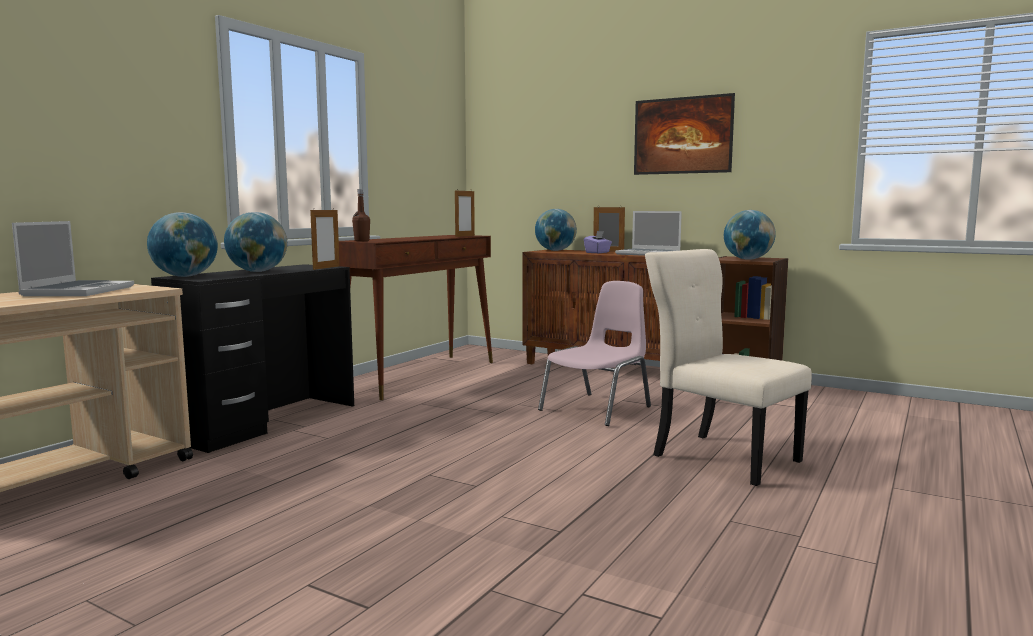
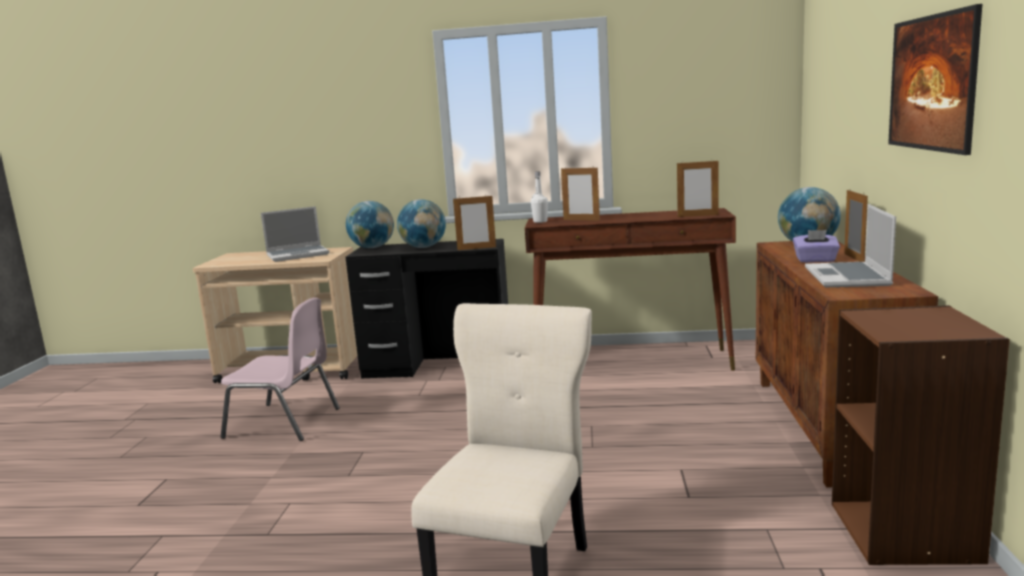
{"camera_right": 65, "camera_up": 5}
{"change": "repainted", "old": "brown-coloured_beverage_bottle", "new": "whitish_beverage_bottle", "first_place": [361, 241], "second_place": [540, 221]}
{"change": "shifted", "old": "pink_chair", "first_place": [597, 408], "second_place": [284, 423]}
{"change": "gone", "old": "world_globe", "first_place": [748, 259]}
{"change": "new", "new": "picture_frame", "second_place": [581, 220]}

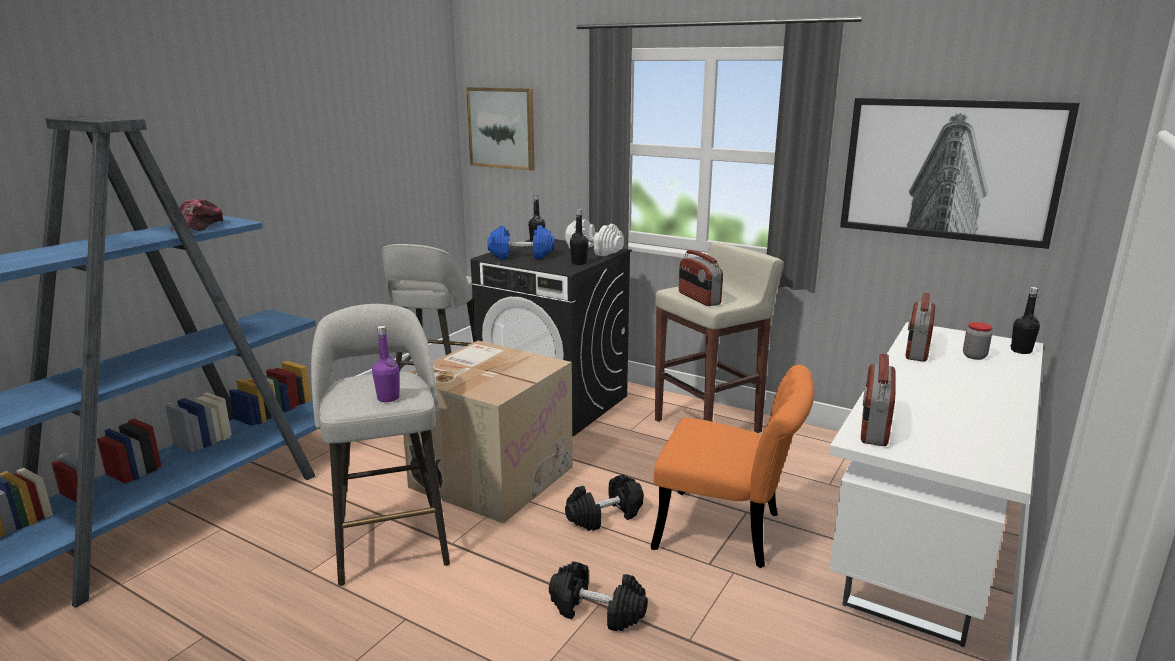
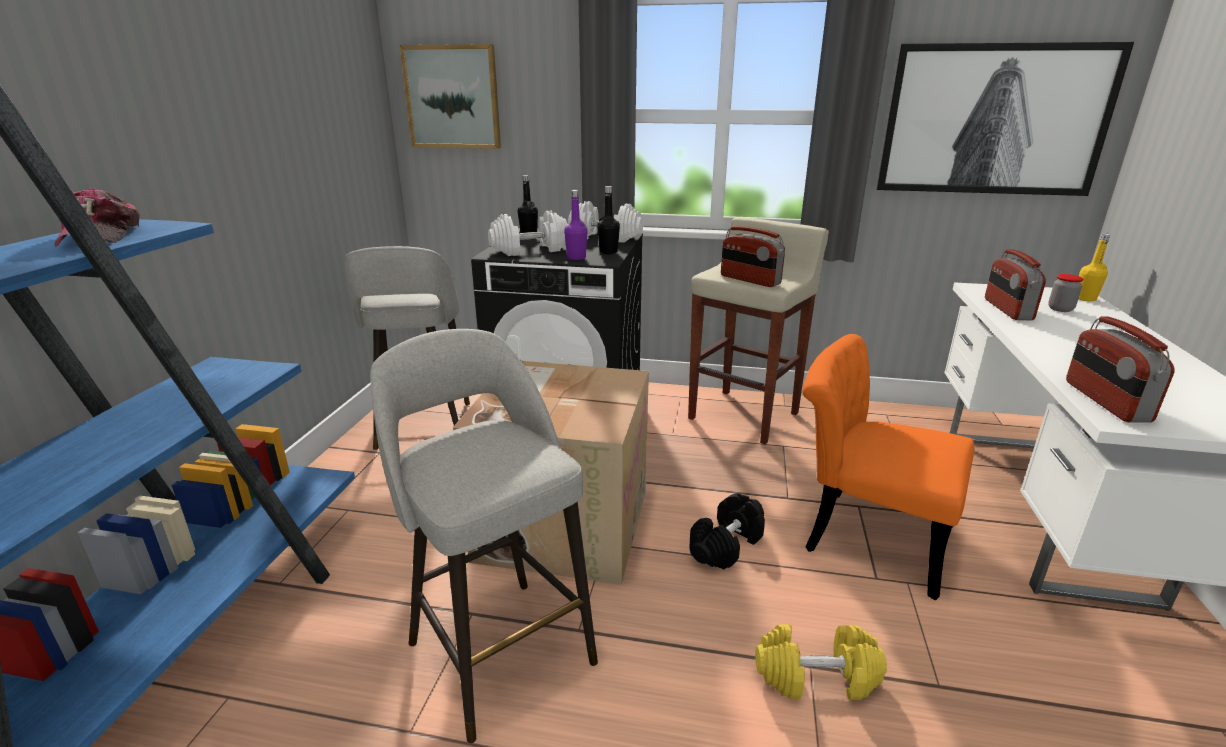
{"camera_right": -20, "camera_up": 5}
{"change": "shifted", "old": "purplish_beverage_bottle", "first_place": [388, 398], "second_place": [576, 258]}
{"change": "repainted", "old": "blue-coloured_dumbbell", "new": "whitish_dumbbell", "first_place": [521, 256], "second_place": [530, 250]}
{"change": "repainted", "old": "black_dumbbell", "new": "yellow-coloured_dumbbell", "first_place": [597, 611], "second_place": [816, 678]}
{"change": "rotated", "old": "orange-coloured_chair", "first_place": [729, 533], "second_place": [864, 534], "degrees": -150}
{"change": "repainted", "old": "black_beverage_bottle", "new": "yellow-coloured_beverage_bottle", "first_place": [1021, 351], "second_place": [1085, 298]}

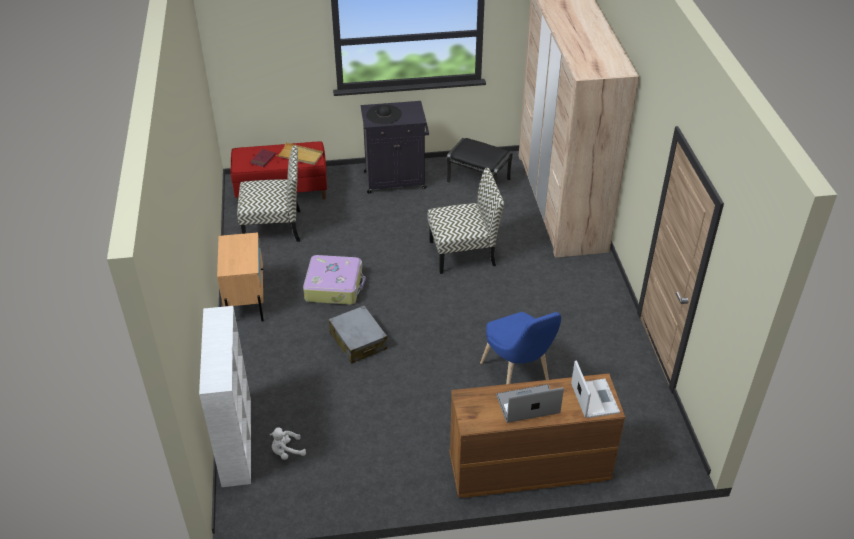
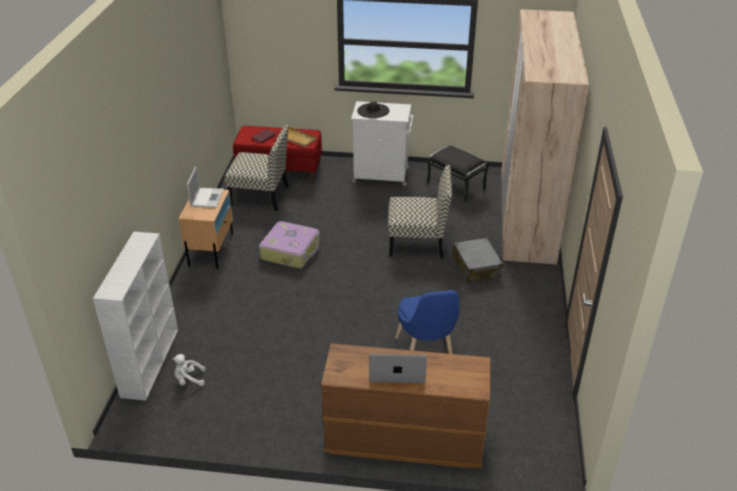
{"camera_right": 15, "camera_up": -5}
{"change": "shifted", "old": "gray_piece_of_luggage", "first_place": [358, 341], "second_place": [476, 266]}
{"change": "repainted", "old": "black_cupboard", "new": "whitish_cupboard", "first_place": [396, 180], "second_place": [382, 175]}
{"change": "shifted", "old": "laptop", "first_place": [594, 398], "second_place": [207, 197]}

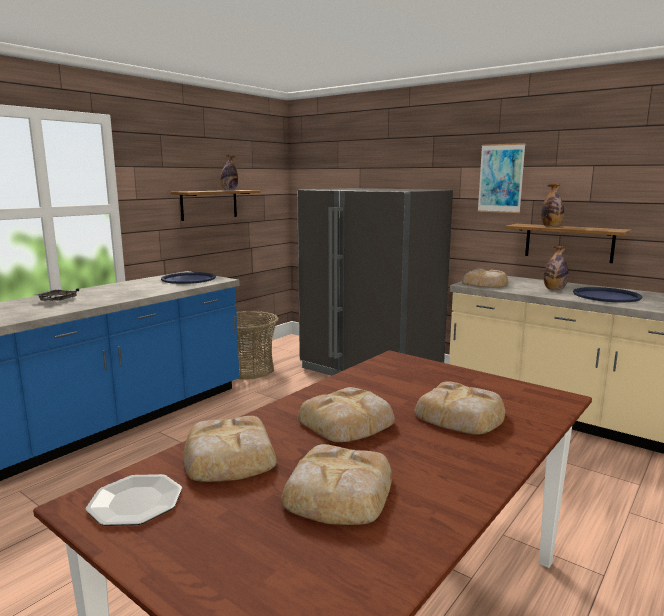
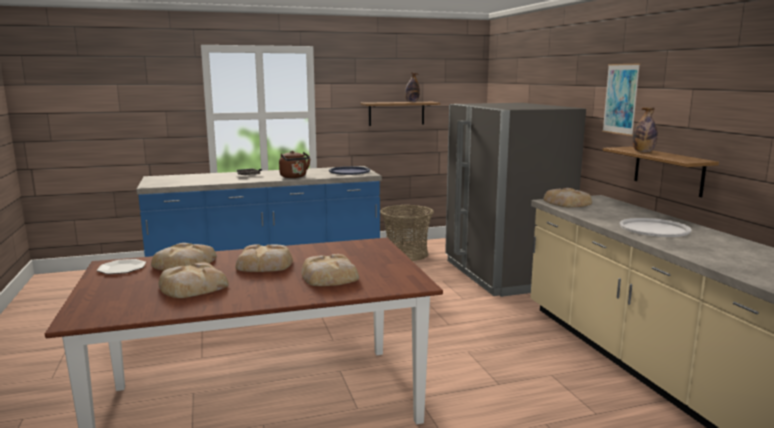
{"camera_right": 35, "camera_up": 0}
{"change": "gone", "old": "beverage_bottle", "first_place": [554, 289]}
{"change": "repainted", "old": "blue-coloured_serving_tray", "new": "whitish_serving_tray", "first_place": [606, 296], "second_place": [654, 228]}
{"change": "new", "new": "brown-coloured_water_kettle", "second_place": [294, 177]}

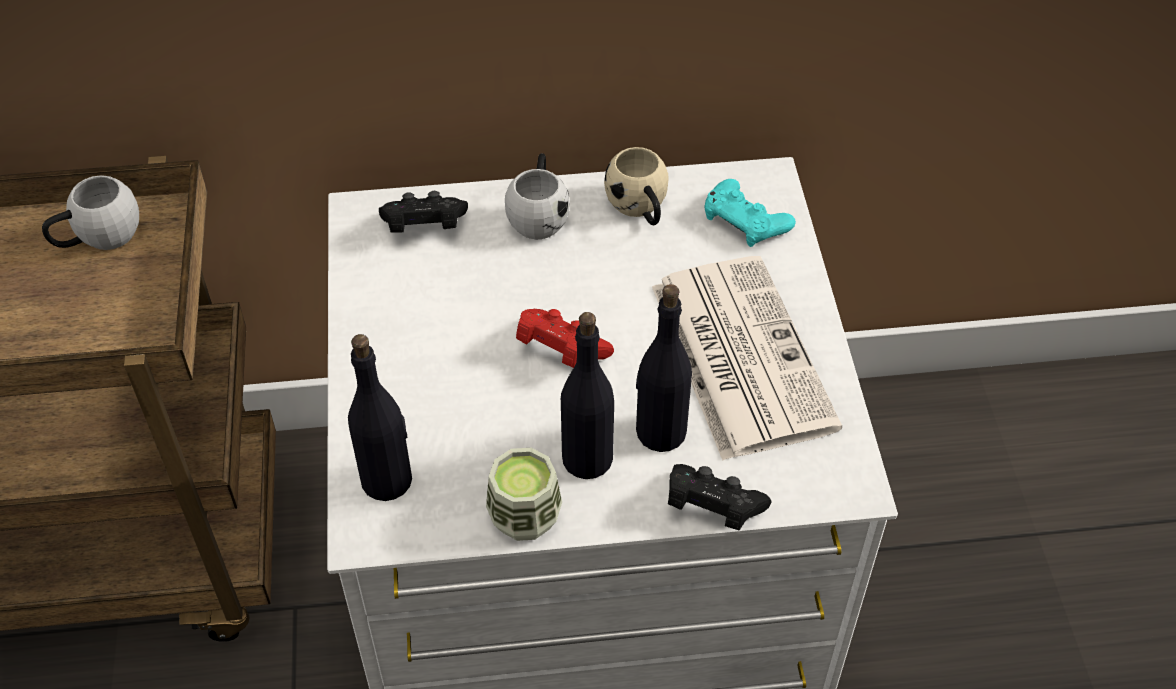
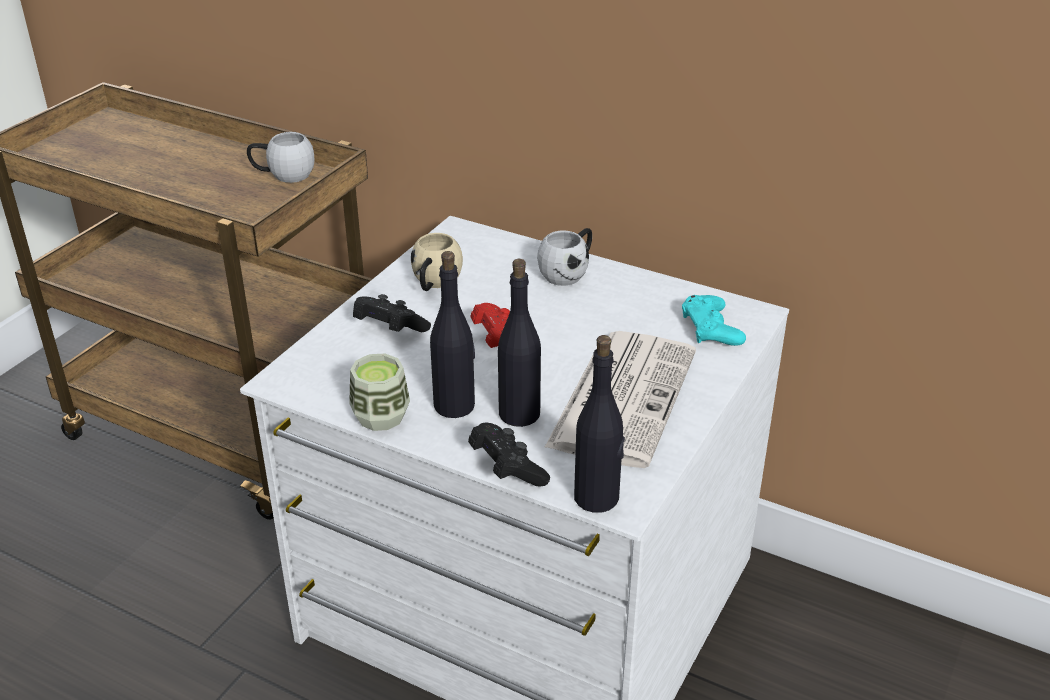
{"camera_right": 35, "camera_up": -15}
{"change": "shifted", "old": "black_beverage_bottle", "first_place": [387, 480], "second_place": [597, 498]}
{"change": "shifted", "old": "black_game_controller", "first_place": [424, 227], "second_place": [389, 329]}
{"change": "shifted", "old": "beige-coloured_tea_mug", "first_place": [640, 209], "second_place": [434, 283]}

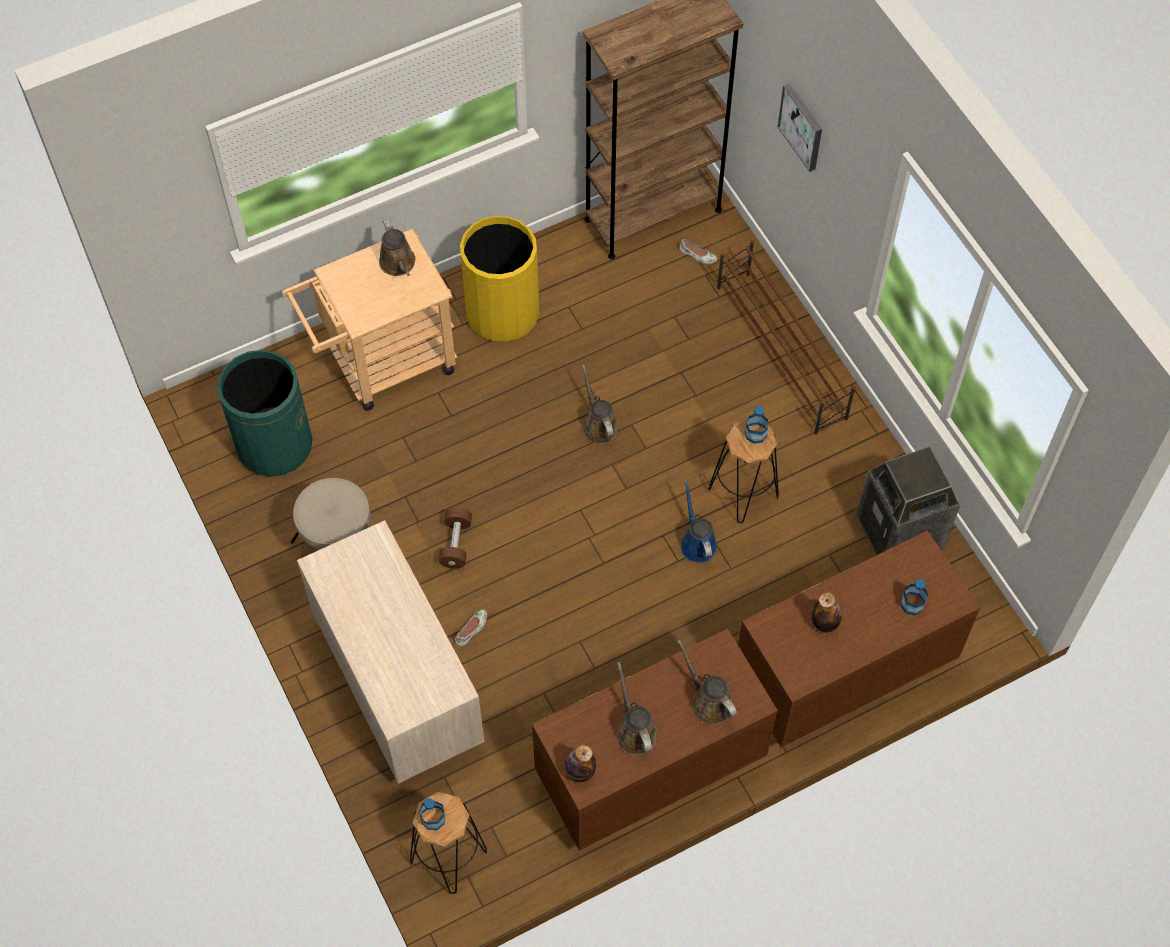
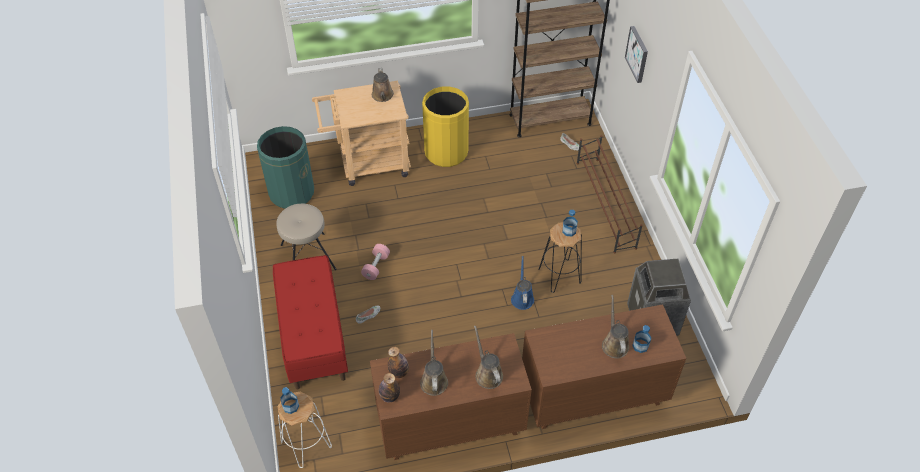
{"camera_right": 15, "camera_up": -10}
{"change": "swapped", "old": "beige-coloured_drawer_chest", "new": "red-coloured_long_seat", "first_place": [398, 685], "second_place": [313, 337]}
{"change": "repainted", "old": "black_sitting_stool", "new": "whitish_sitting_stool", "first_place": [448, 855], "second_place": [306, 444]}
{"change": "repainted", "old": "brown-coloured_dumbbell", "new": "pink_dumbbell", "first_place": [456, 544], "second_place": [376, 266]}
{"change": "shifted", "old": "brown-coloured_watering_pot", "first_place": [598, 425], "second_place": [614, 343]}
{"change": "shifted", "old": "beverage_bottle", "first_place": [825, 623], "second_place": [399, 372]}

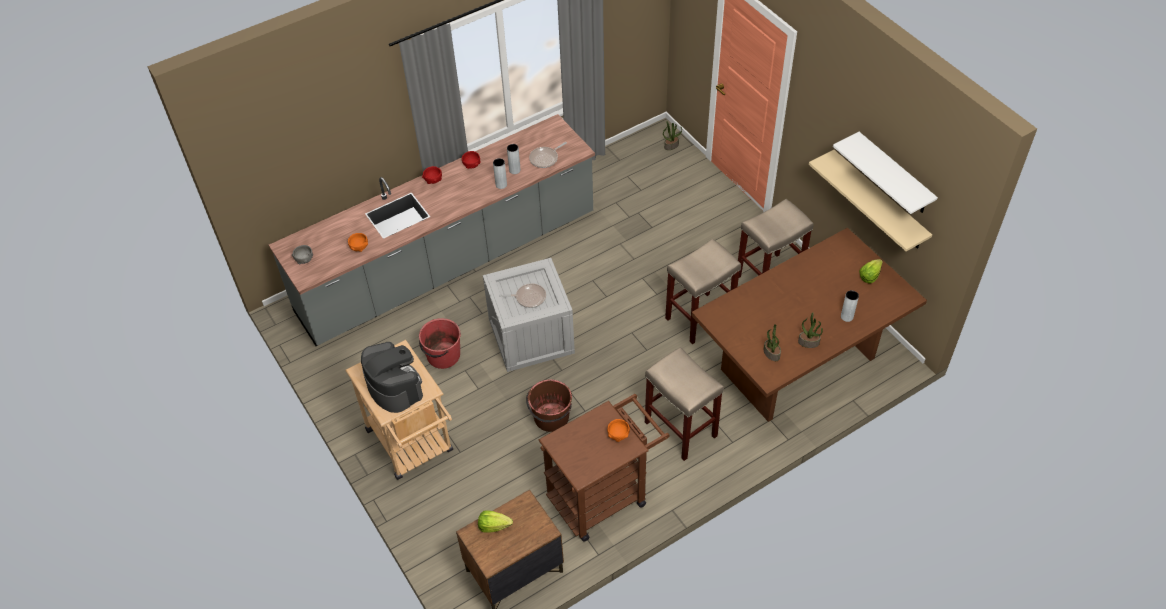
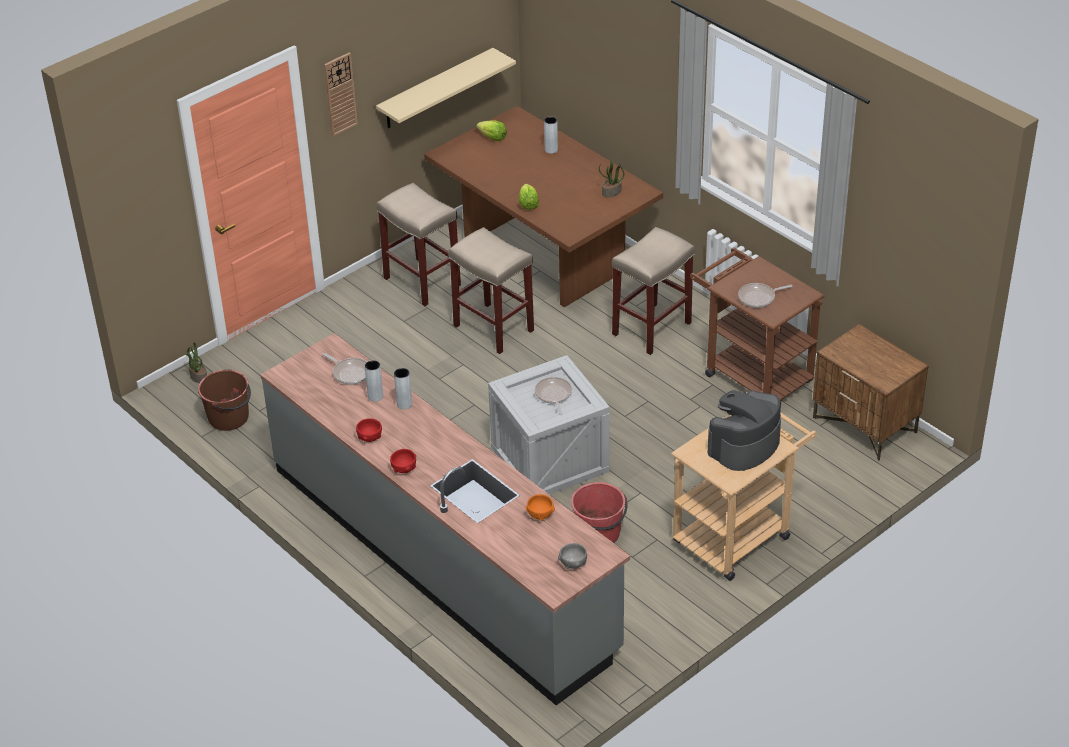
{"camera_right": -100, "camera_up": -10}
{"change": "shifted", "old": "lettuce_head", "first_place": [494, 526], "second_place": [528, 204]}
{"change": "shifted", "old": "brown-coloured_water_bucket", "first_place": [551, 418], "second_place": [229, 417]}
{"change": "gone", "old": "orange-coloured_serving_bowl", "first_place": [618, 435]}
{"change": "gone", "old": "plant_in_a_pot", "first_place": [809, 342]}
{"change": "gone", "old": "whitish_shelf", "first_place": [894, 174]}
{"change": "new", "new": "hanging_clock", "second_place": [340, 94]}
{"change": "new", "new": "pan", "second_place": [759, 298]}

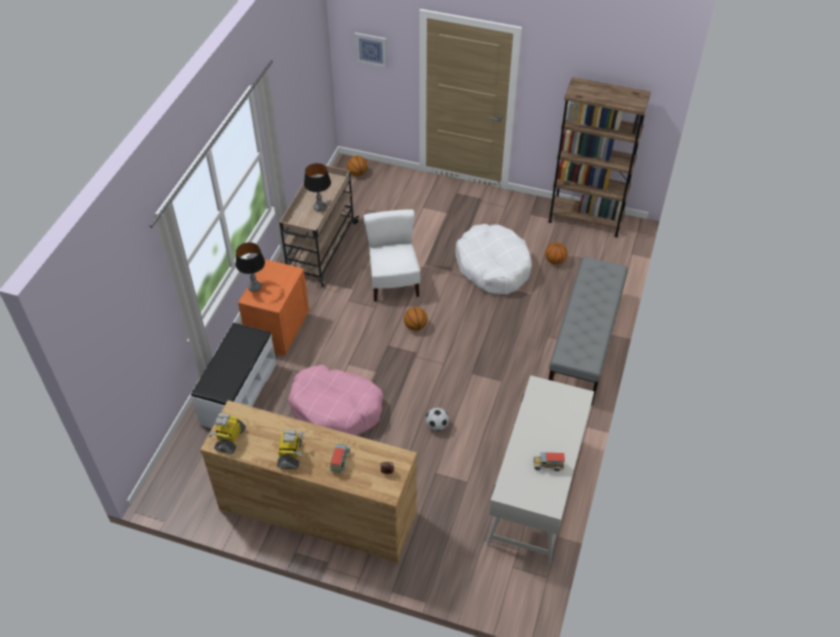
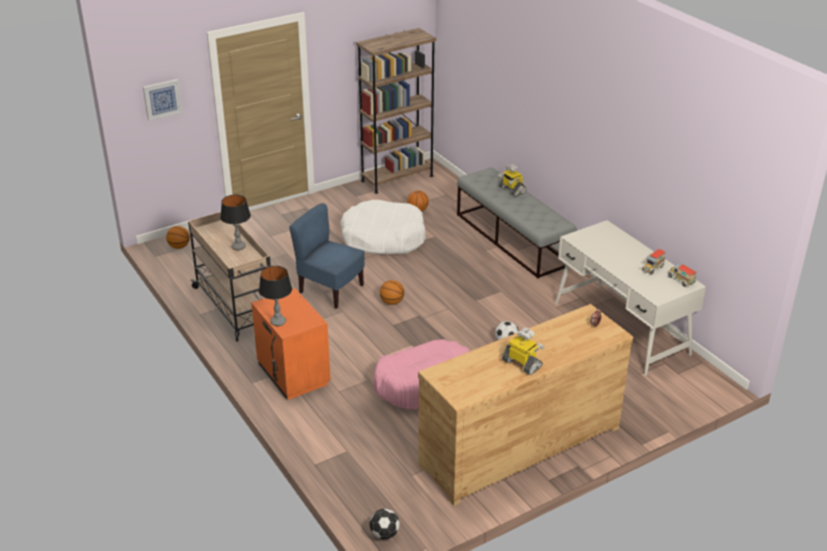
{"camera_right": -50, "camera_up": -15}
{"change": "gone", "old": "whitish_long_seat", "first_place": [238, 393]}
{"change": "shifted", "old": "robot_figure", "first_place": [230, 439], "second_place": [511, 190]}
{"change": "shifted", "old": "toy_truck", "first_place": [340, 461], "second_place": [681, 280]}
{"change": "repainted", "old": "whitish_chair", "new": "blue-coloured_chair", "first_place": [393, 283], "second_place": [330, 290]}
{"change": "new", "new": "ball_for_football", "second_place": [384, 534]}

